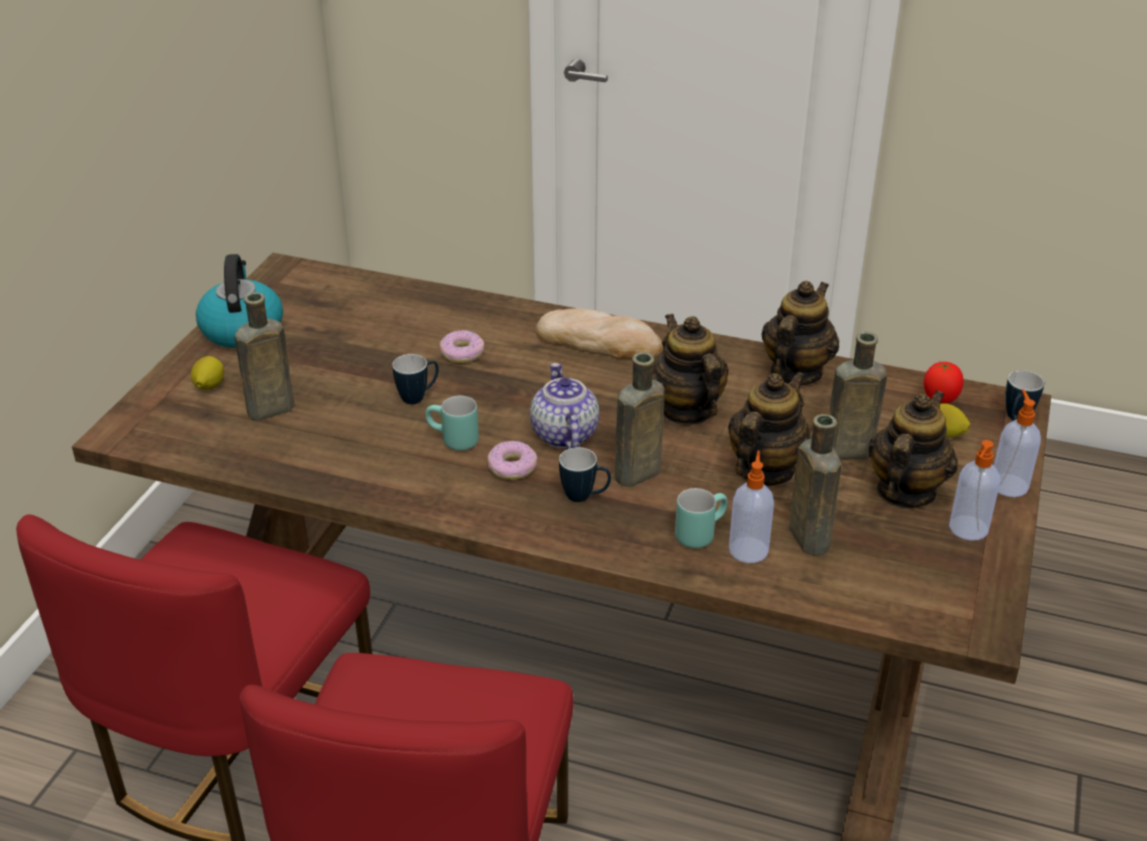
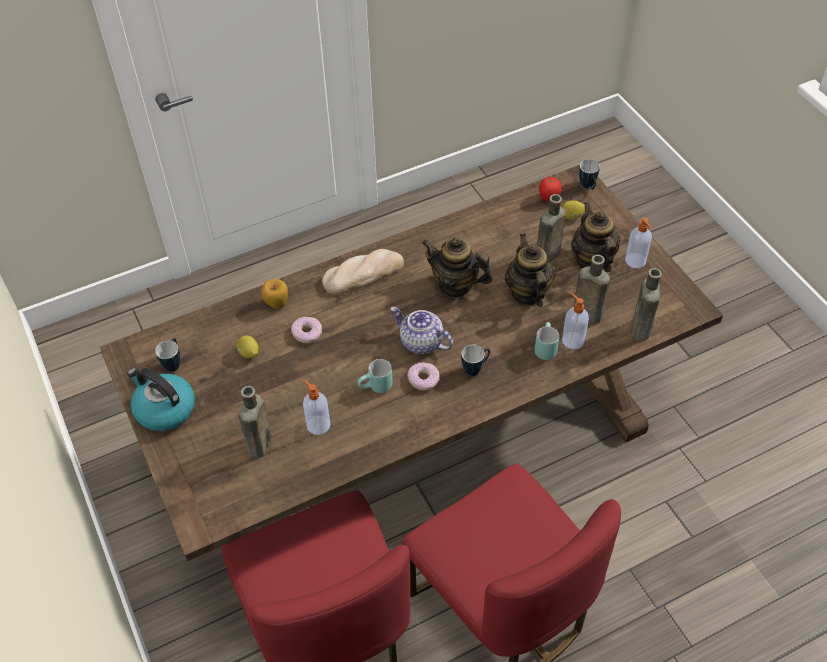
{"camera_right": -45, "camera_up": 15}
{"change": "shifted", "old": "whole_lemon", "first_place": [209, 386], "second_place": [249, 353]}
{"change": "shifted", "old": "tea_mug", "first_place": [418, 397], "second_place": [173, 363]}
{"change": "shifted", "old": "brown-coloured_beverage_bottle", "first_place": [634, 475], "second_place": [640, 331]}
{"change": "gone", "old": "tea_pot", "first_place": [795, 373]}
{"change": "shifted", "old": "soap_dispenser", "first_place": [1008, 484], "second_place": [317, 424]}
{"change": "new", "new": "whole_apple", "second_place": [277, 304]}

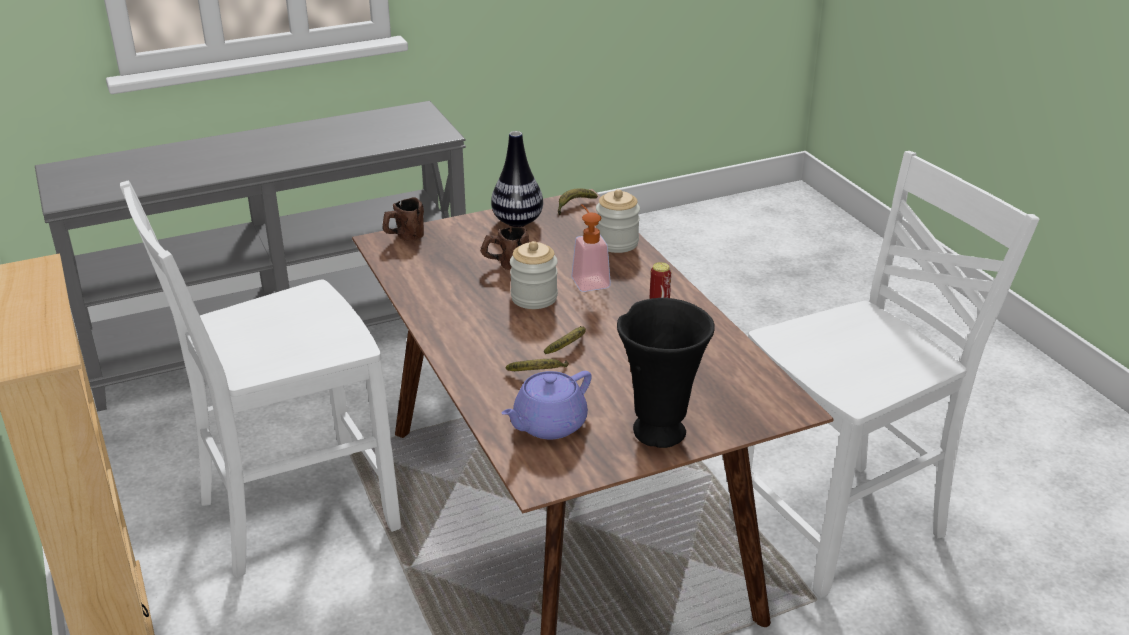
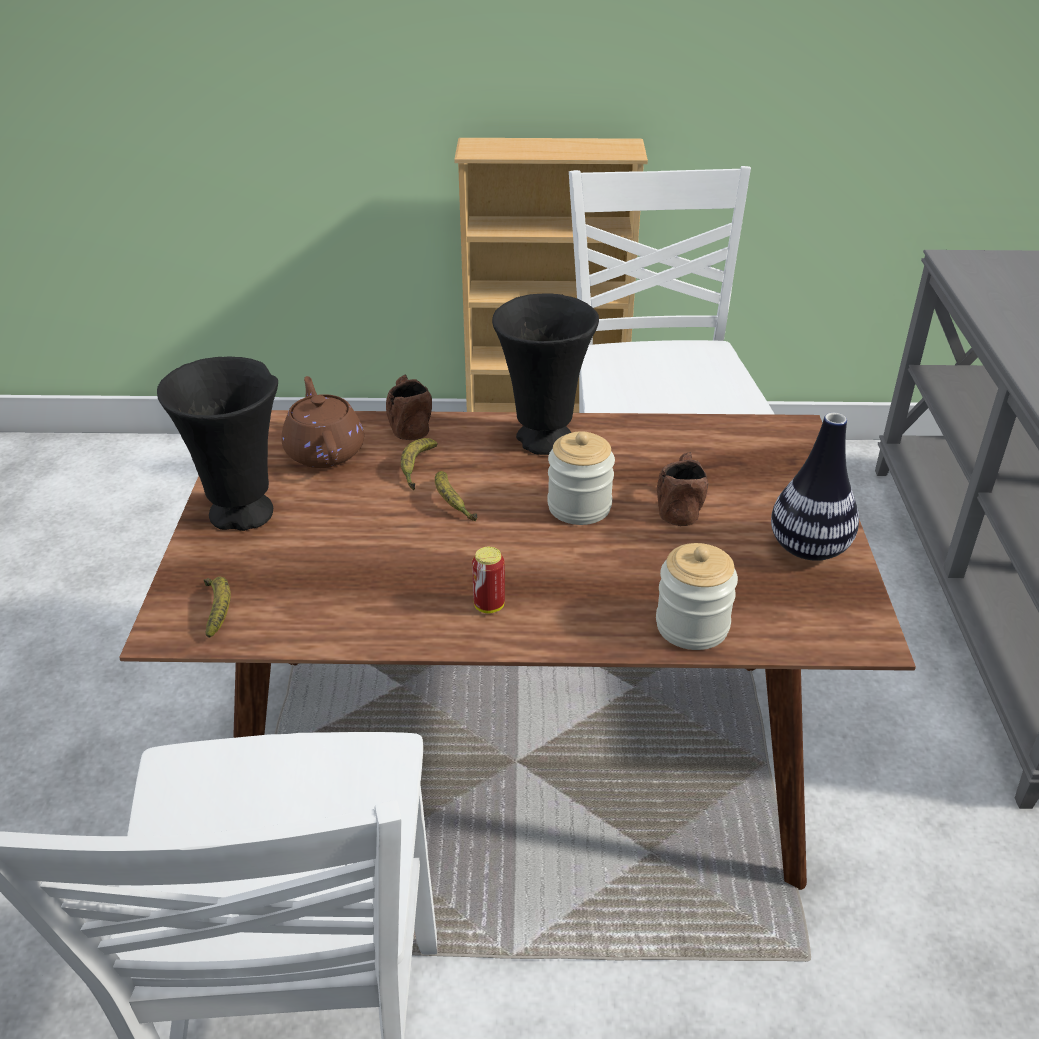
{"camera_right": 115, "camera_up": 5}
{"change": "shifted", "old": "brown-coloured_tea_mug", "first_place": [403, 237], "second_place": [408, 424]}
{"change": "repainted", "old": "purplish_tea_pot", "new": "brown-coloured_tea_pot", "first_place": [548, 425], "second_place": [324, 451]}
{"change": "shifted", "old": "banana", "first_place": [574, 206], "second_place": [218, 610]}
{"change": "gone", "old": "soap_dispenser", "first_place": [588, 279]}
{"change": "new", "new": "black_decorative_vase", "second_place": [543, 441]}

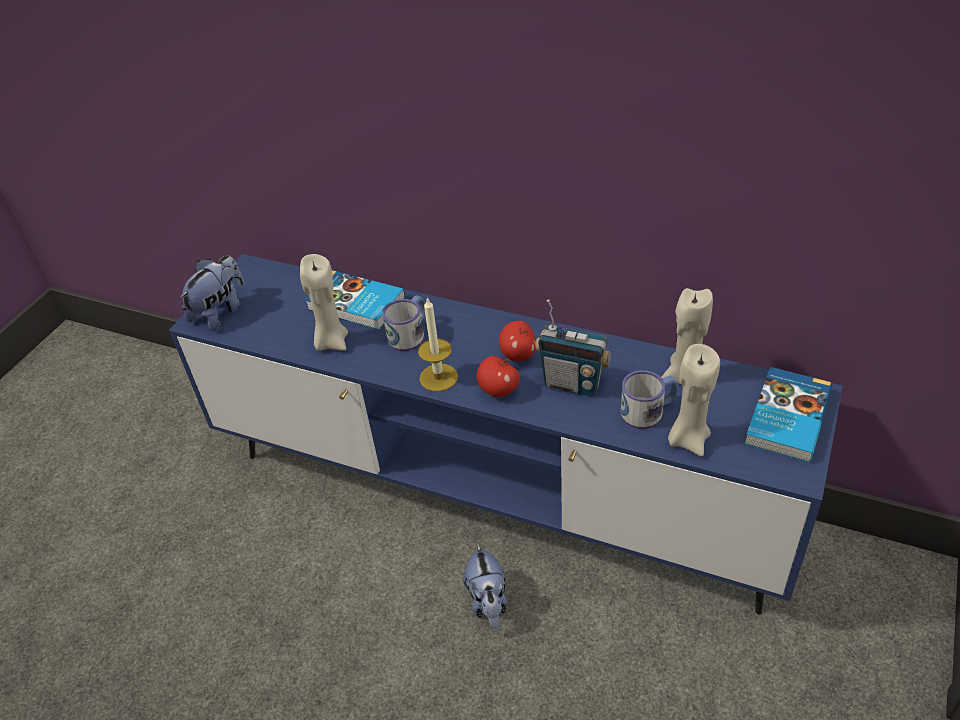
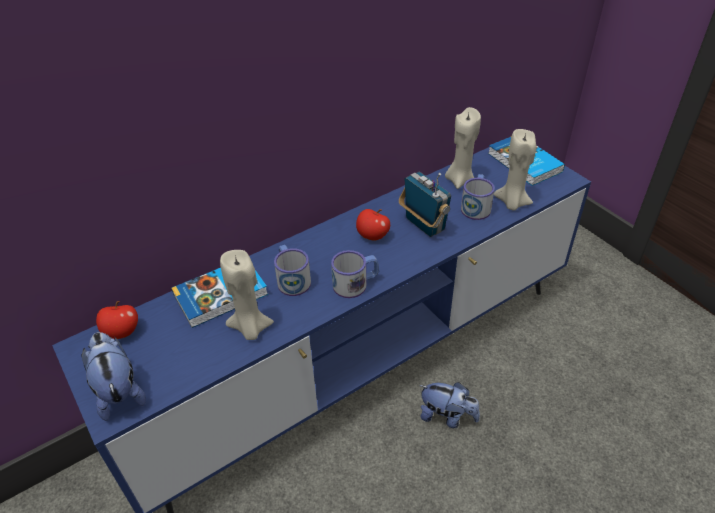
{"camera_right": -60, "camera_up": 0}
{"change": "swapped", "old": "wax_light", "new": "tea_mug", "first_place": [438, 377], "second_place": [356, 284]}
{"change": "shifted", "old": "whole_apple", "first_place": [498, 390], "second_place": [122, 332]}
{"change": "rotated", "old": "radio_set", "first_place": [572, 384], "second_place": [424, 225], "degrees": -90}

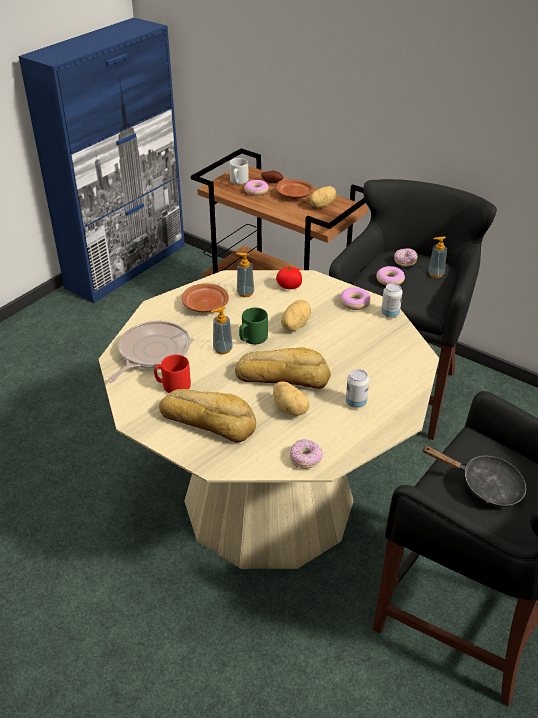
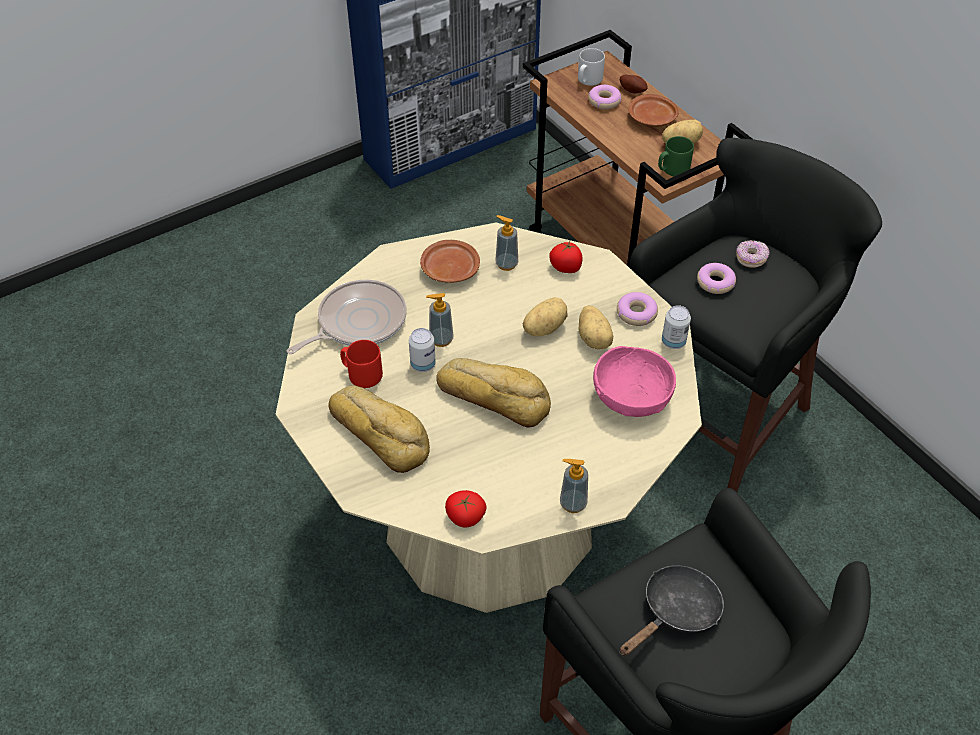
{"camera_right": 20, "camera_up": 10}
{"change": "shifted", "old": "green_tea_mug", "first_place": [252, 338], "second_place": [672, 169]}
{"change": "shifted", "old": "spud", "first_place": [290, 409], "second_place": [594, 339]}
{"change": "swapped", "old": "doughnut", "new": "whole_tomato", "first_place": [305, 459], "second_place": [465, 517]}
{"change": "shifted", "old": "sealed_can", "first_place": [356, 403], "second_place": [423, 364]}
{"change": "rotated", "old": "black_pan", "first_place": [484, 486], "second_place": [676, 612], "degrees": -90}
{"change": "shifted", "old": "soap_dispenser", "first_place": [435, 274], "second_place": [573, 503]}
{"change": "new", "new": "pink_serving_bowl", "second_place": [632, 397]}

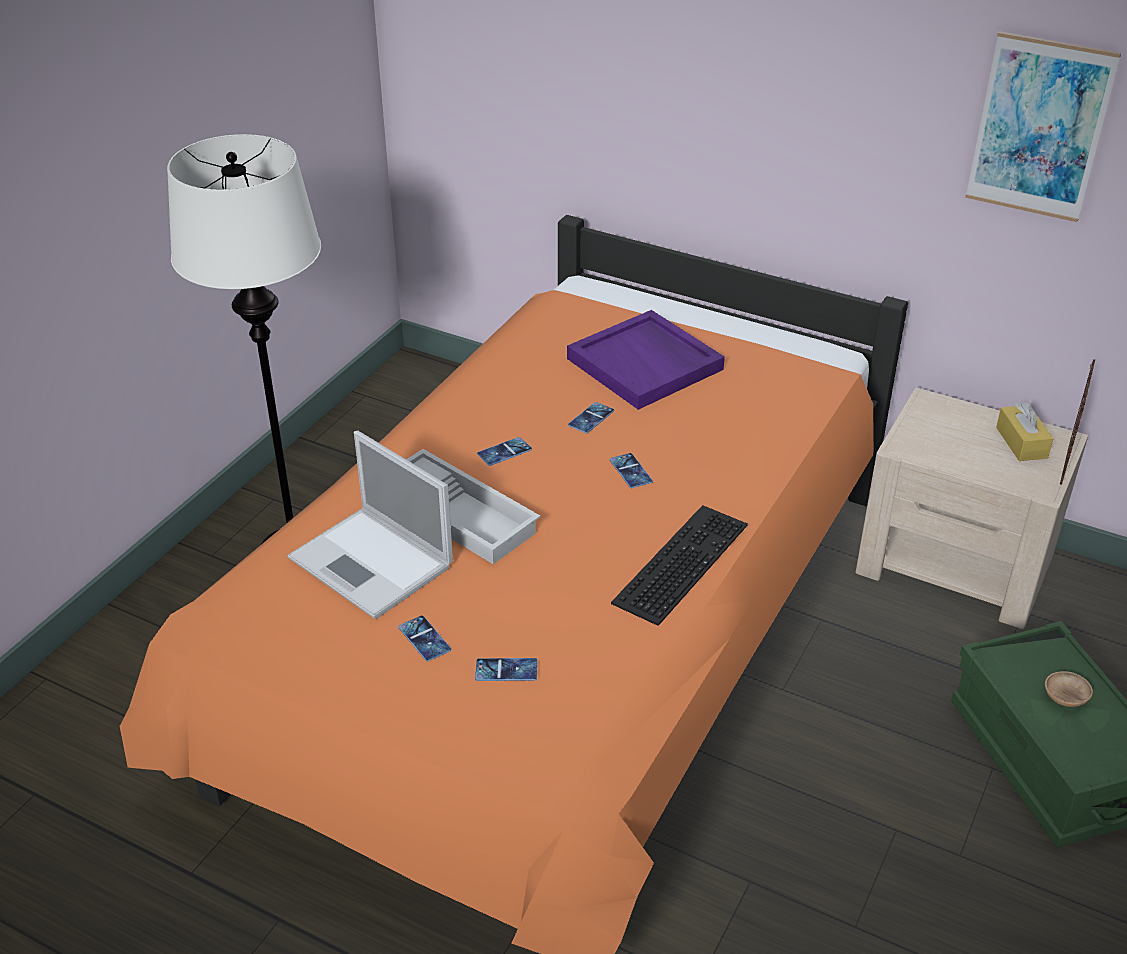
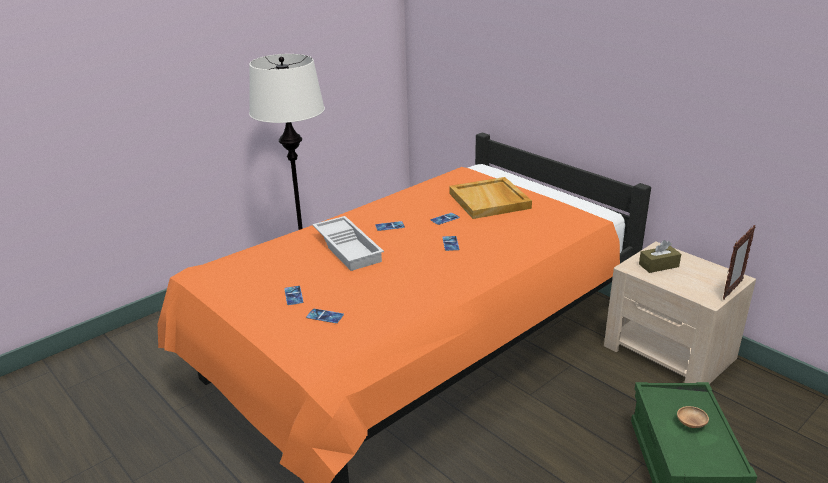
{"camera_right": 20, "camera_up": -10}
{"change": "gone", "old": "laptop", "first_place": [373, 563]}
{"change": "repainted", "old": "purplish_serving_tray", "new": "beige-coloured_serving_tray", "first_place": [646, 364], "second_place": [490, 201]}
{"change": "gone", "old": "PC_keyboard", "first_place": [679, 561]}
{"change": "gone", "old": "wall_art", "first_place": [1039, 128]}
{"change": "gone", "old": "yellow-coloured_tissue_holder", "first_place": [1021, 442]}
{"change": "new", "new": "brown-coloured_tissue_holder", "second_place": [658, 265]}

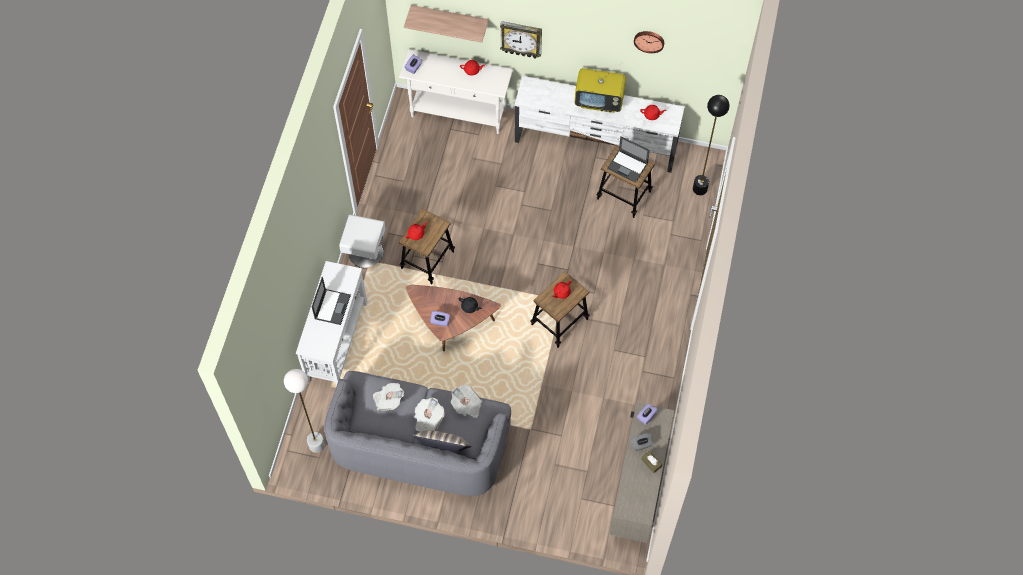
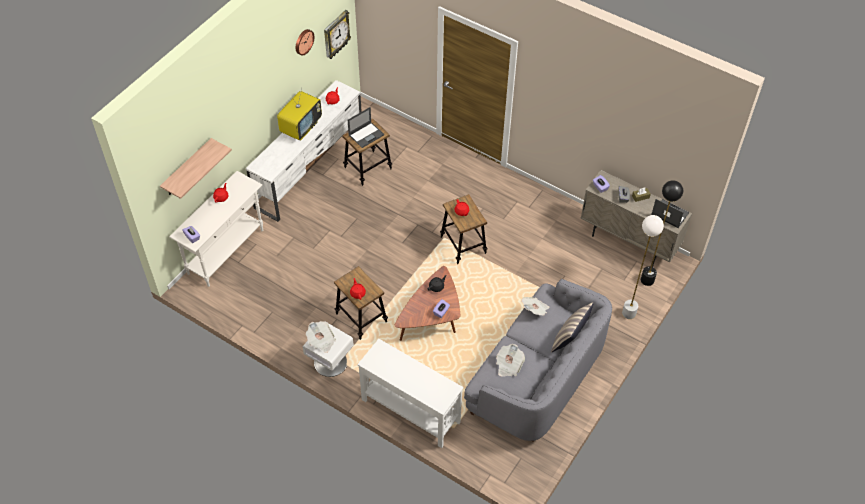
{"camera_right": -70, "camera_up": -10}
{"change": "shifted", "old": "whitish_standing_lamp", "first_place": [317, 445], "second_place": [629, 313]}
{"change": "shifted", "old": "laptop", "first_place": [332, 306], "second_place": [669, 213]}
{"change": "shifted", "old": "daily_paper", "first_place": [428, 419], "second_place": [321, 341]}
{"change": "shifted", "old": "hanging_clock", "first_place": [521, 39], "second_place": [336, 35]}
{"change": "shifted", "old": "black_standing_lamp", "first_place": [700, 189], "second_place": [647, 280]}

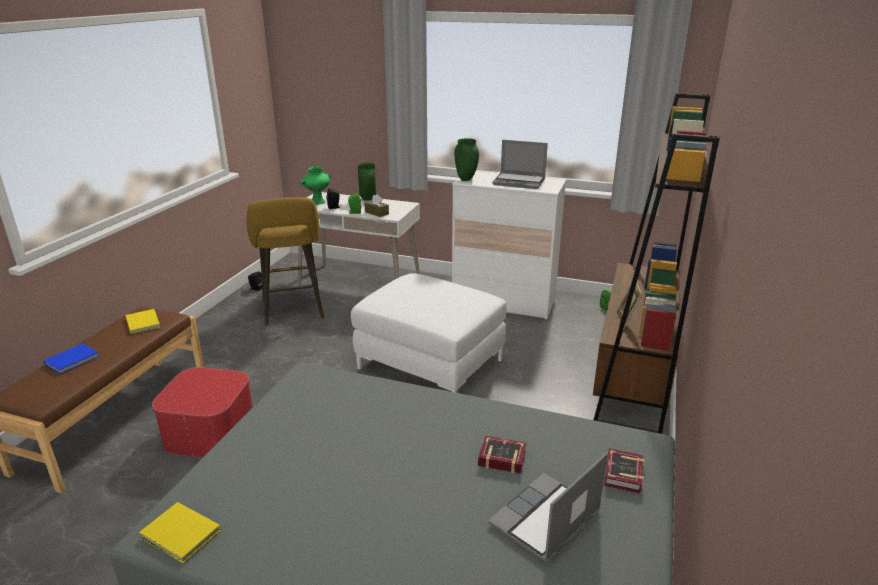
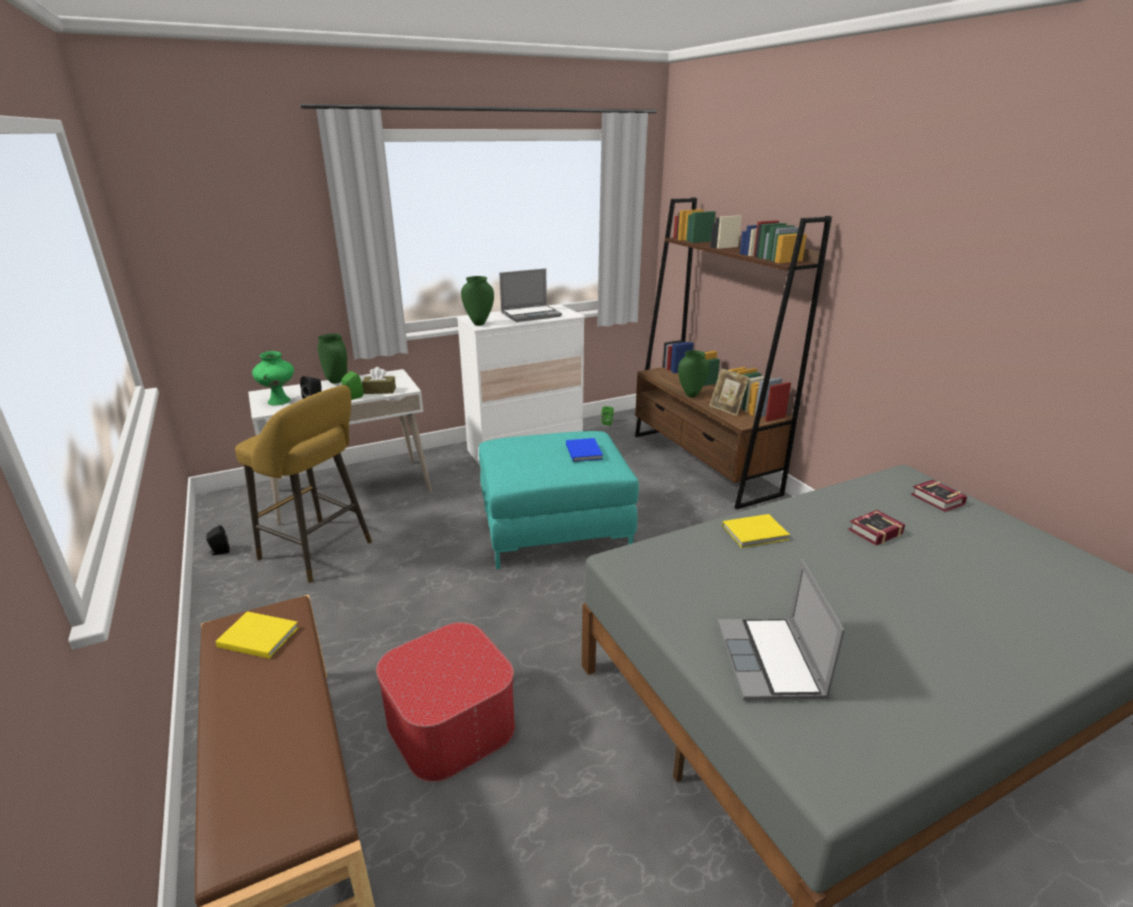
{"camera_right": -45, "camera_up": 0}
{"change": "shifted", "old": "blue-coloured_volume", "first_place": [74, 360], "second_place": [584, 451]}
{"change": "shifted", "old": "yellow-coloured_volume", "first_place": [181, 535], "second_place": [756, 533]}
{"change": "repainted", "old": "whitish_ottoman", "new": "turquoise_ottoman", "first_place": [431, 364], "second_place": [555, 529]}
{"change": "shifted", "old": "laptop", "first_place": [545, 520], "second_place": [771, 661]}
{"change": "new", "new": "green_decorative_vase", "second_place": [691, 395]}

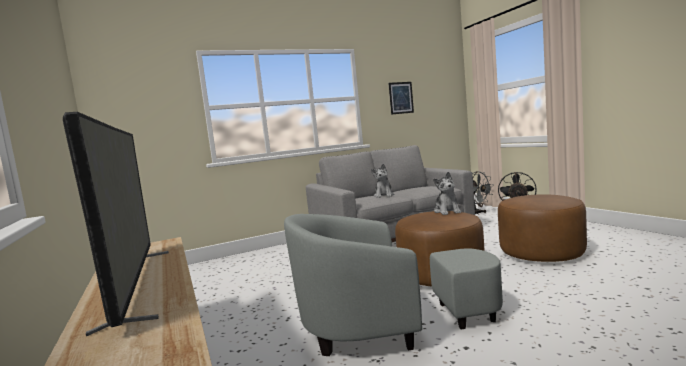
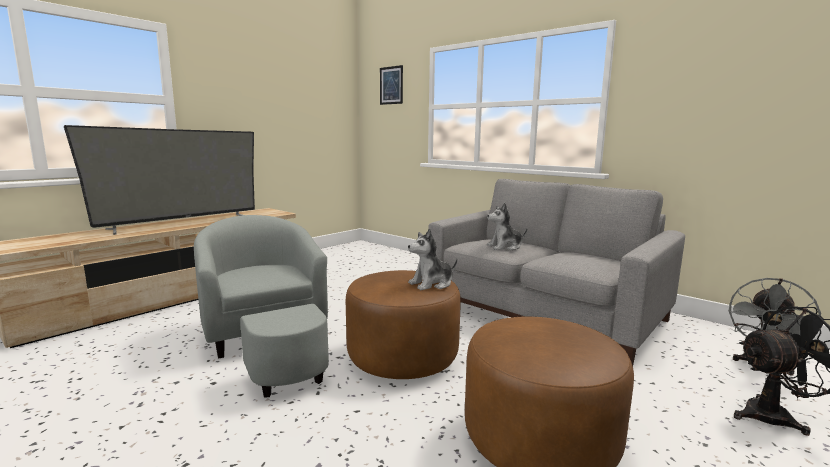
{"camera_right": 65, "camera_up": 5}
{"change": "shifted", "old": "wall_art", "first_place": [401, 98], "second_place": [391, 85]}

